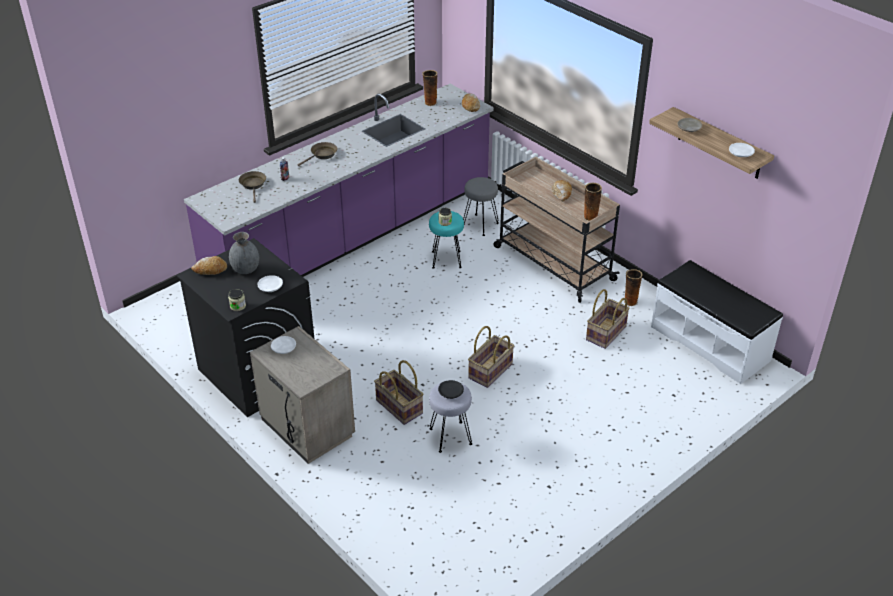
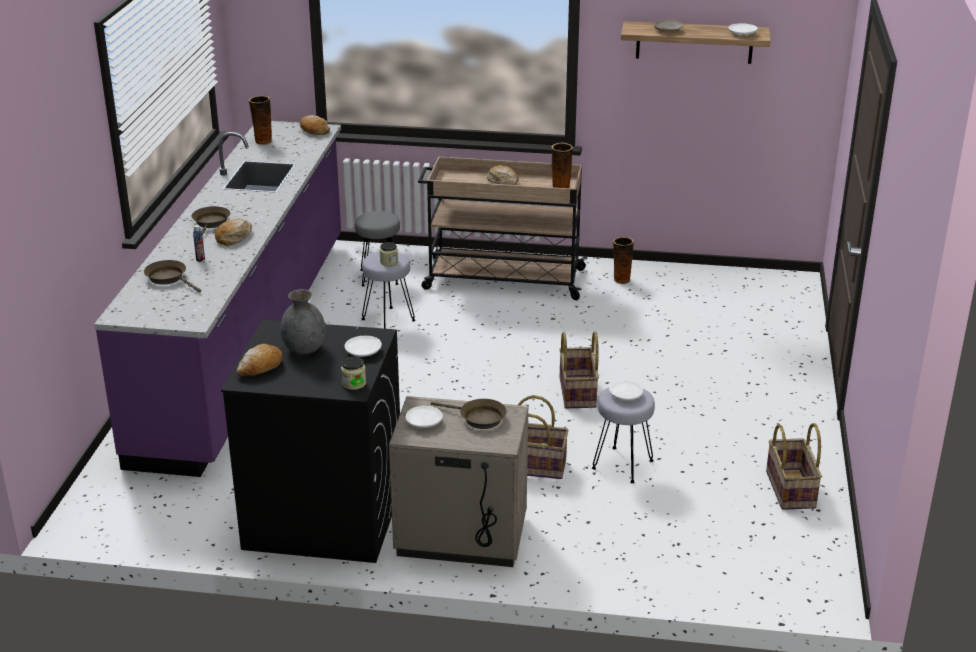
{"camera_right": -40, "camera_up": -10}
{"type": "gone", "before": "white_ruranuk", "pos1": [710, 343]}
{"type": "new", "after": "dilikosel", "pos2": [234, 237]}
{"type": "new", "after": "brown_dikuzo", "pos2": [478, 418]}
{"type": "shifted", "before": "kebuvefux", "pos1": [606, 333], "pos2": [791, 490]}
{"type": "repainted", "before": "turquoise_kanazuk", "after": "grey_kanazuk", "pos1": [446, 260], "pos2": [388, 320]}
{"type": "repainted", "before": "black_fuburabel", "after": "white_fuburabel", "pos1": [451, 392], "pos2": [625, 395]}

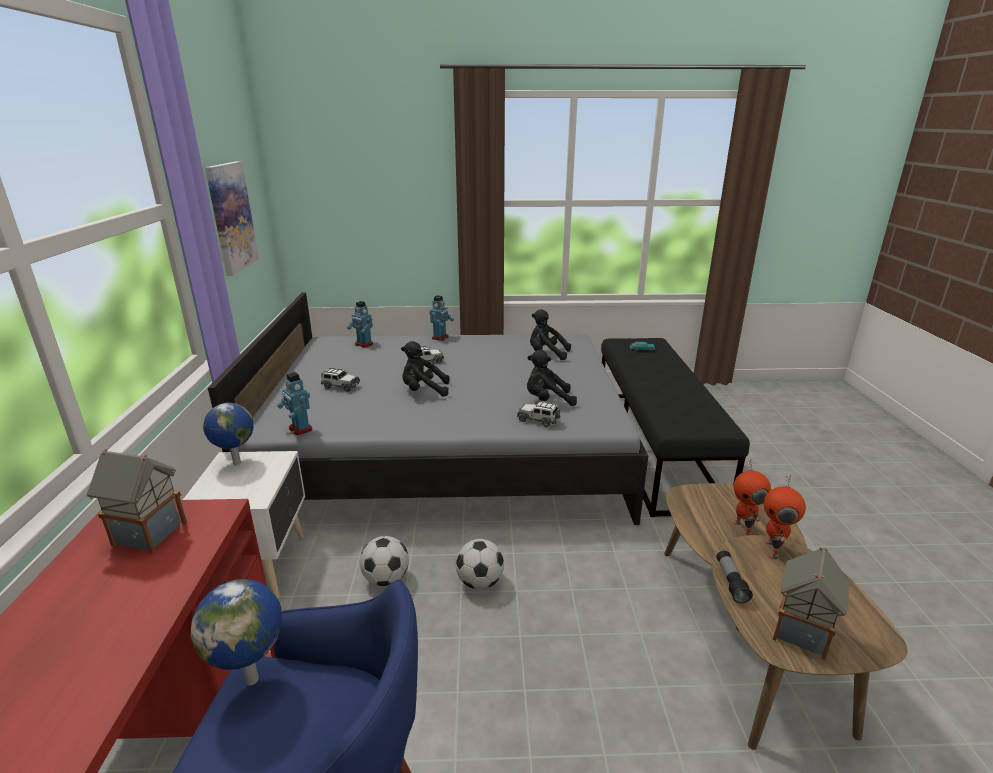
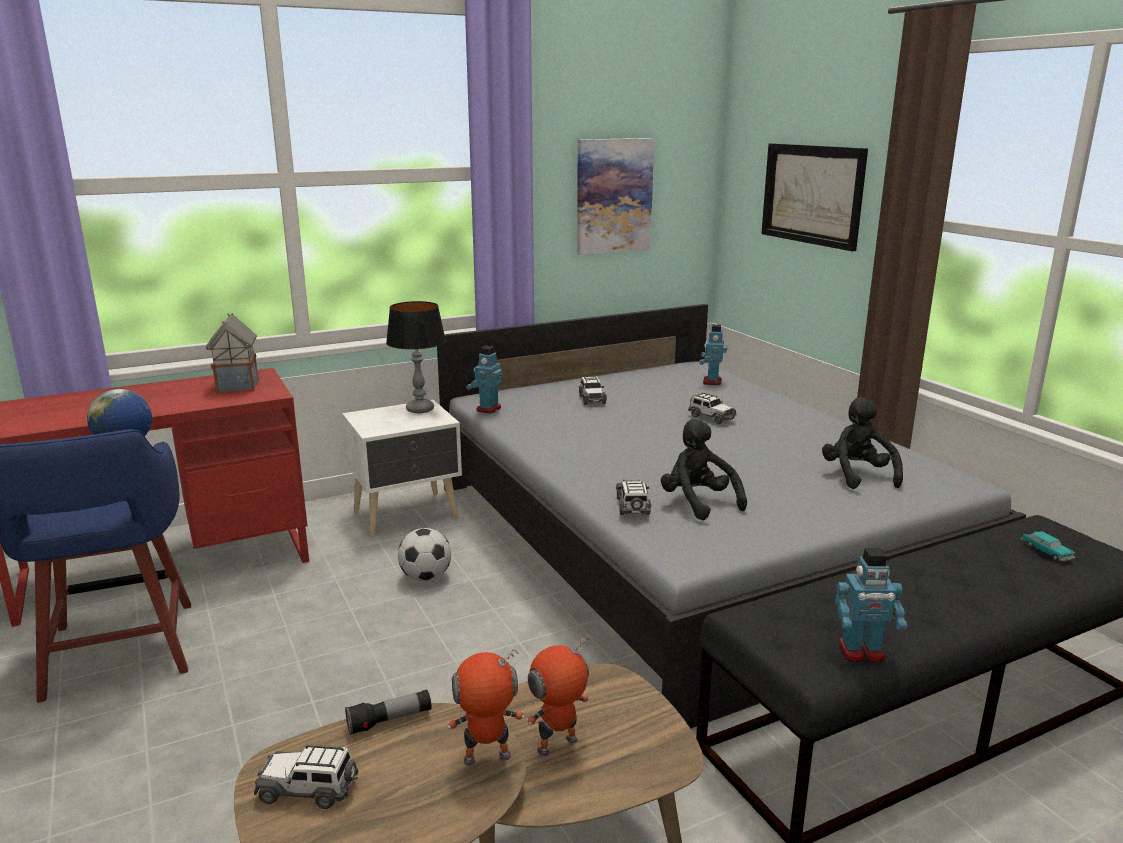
{"camera_right": 65, "camera_up": -5}
{"type": "gone", "before": "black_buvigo", "pos1": [423, 391]}
{"type": "gone", "before": "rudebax", "pos1": [480, 582]}
{"type": "new", "after": "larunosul", "pos2": [812, 194]}
{"type": "shifted", "before": "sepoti", "pos1": [440, 337], "pos2": [861, 652]}
{"type": "swapped", "before": "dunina", "after": "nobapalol", "pos1": [236, 463], "pos2": [419, 409]}
{"type": "swapped", "before": "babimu", "after": "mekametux", "pos1": [800, 631], "pos2": [308, 789]}

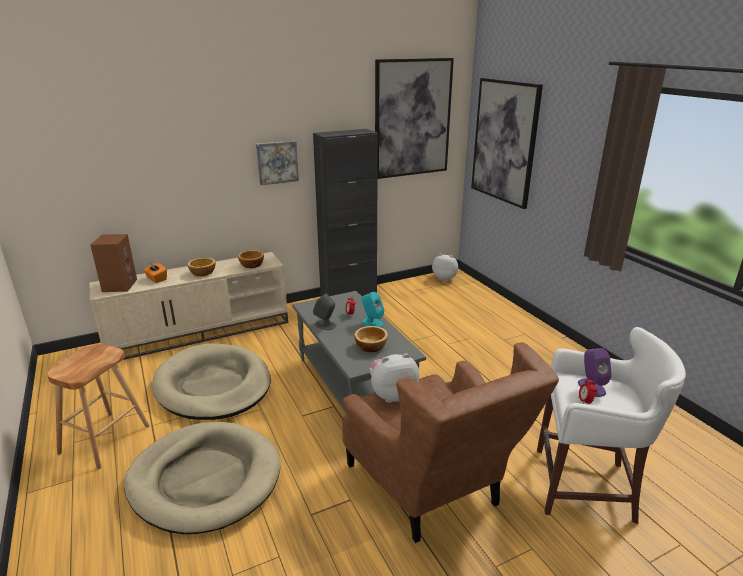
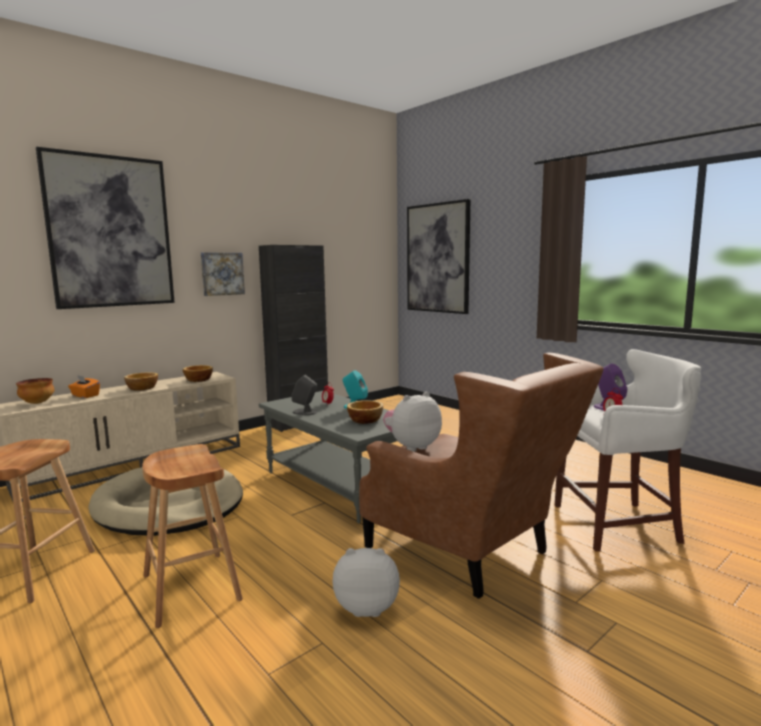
{"camera_right": -15, "camera_up": -15}
{"type": "shifted", "before": "larunosul", "pos1": [412, 118], "pos2": [110, 232]}
{"type": "shifted", "before": "buvigo", "pos1": [444, 278], "pos2": [367, 607]}
{"type": "swapped", "before": "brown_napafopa", "after": "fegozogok", "pos1": [119, 285], "pos2": [37, 403]}
{"type": "swapped", "before": "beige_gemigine", "after": "brown_kanazuk", "pos1": [205, 479], "pos2": [191, 588]}

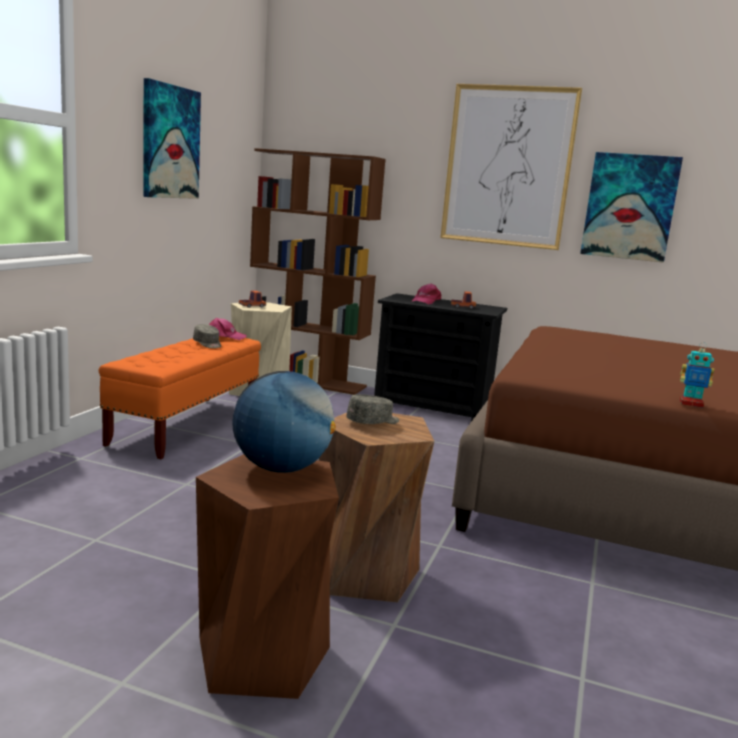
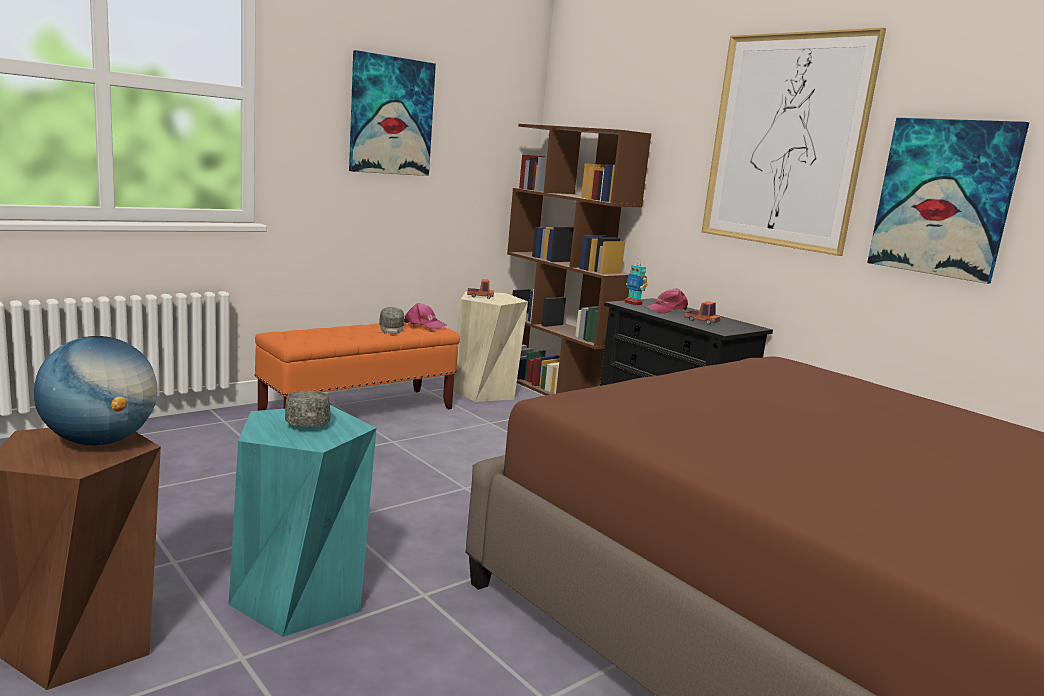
{"camera_right": 30, "camera_up": 0}
{"type": "shifted", "before": "sepoti", "pos1": [691, 404], "pos2": [633, 303]}
{"type": "repainted", "before": "brown_kanazuk", "after": "turquoise_kanazuk", "pos1": [365, 573], "pos2": [299, 597]}
{"type": "rotated", "before": "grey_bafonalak", "pos1": [373, 422], "pos2": [306, 421], "turn": -105}

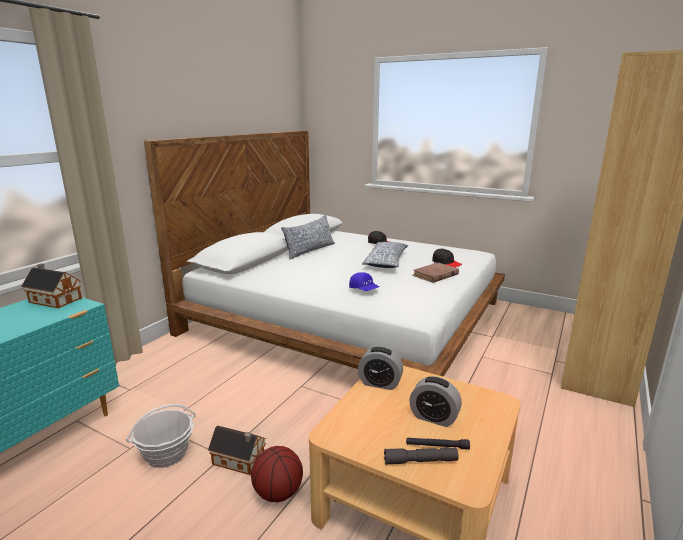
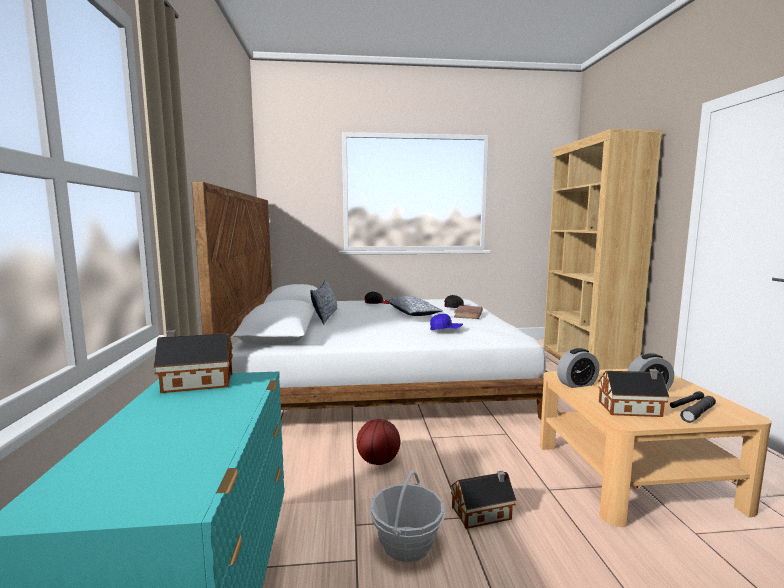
{"camera_right": -35, "camera_up": -10}
{"type": "new", "after": "babimu", "pos2": [632, 409]}
{"type": "shifted", "before": "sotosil", "pos1": [278, 492], "pos2": [378, 461]}

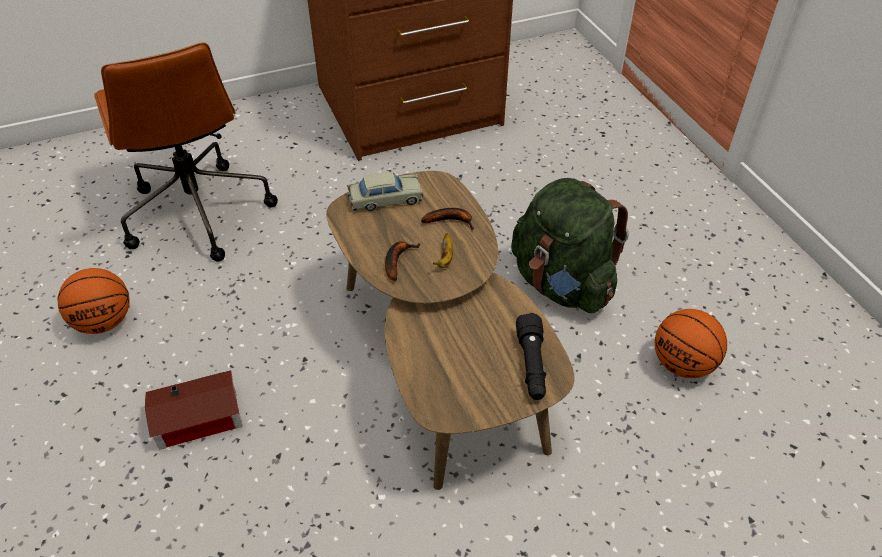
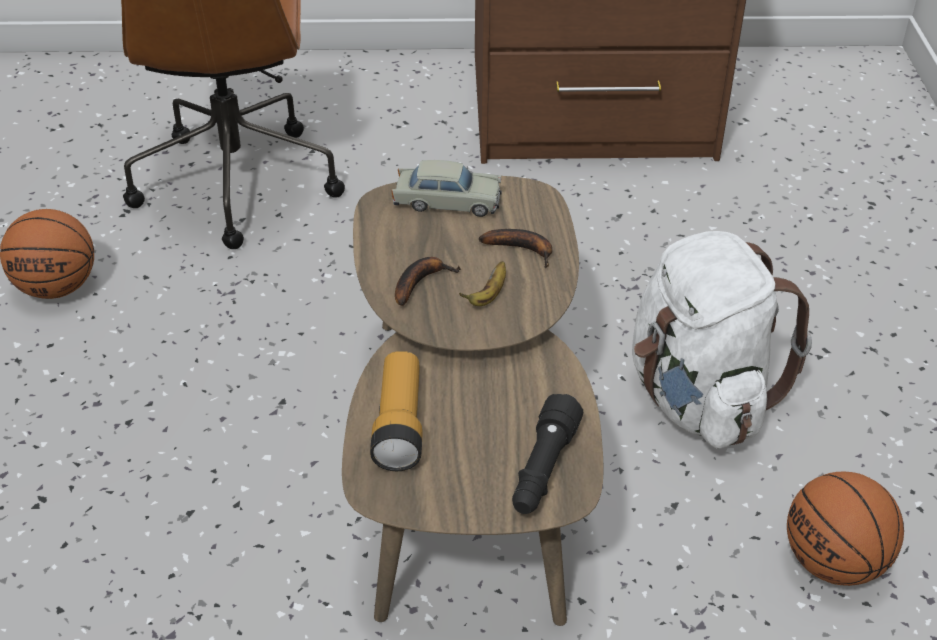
{"camera_right": 20, "camera_up": -5}
{"type": "gone", "before": "babimu", "pos1": [201, 420]}
{"type": "new", "after": "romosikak", "pos2": [399, 425]}
{"type": "repainted", "before": "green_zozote", "after": "white_zozote", "pos1": [562, 284], "pos2": [698, 400]}

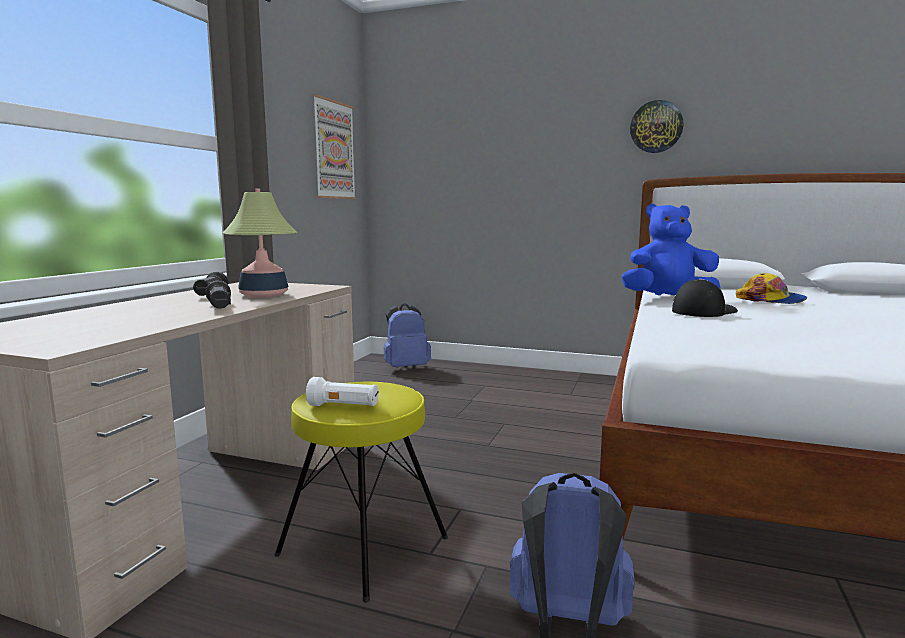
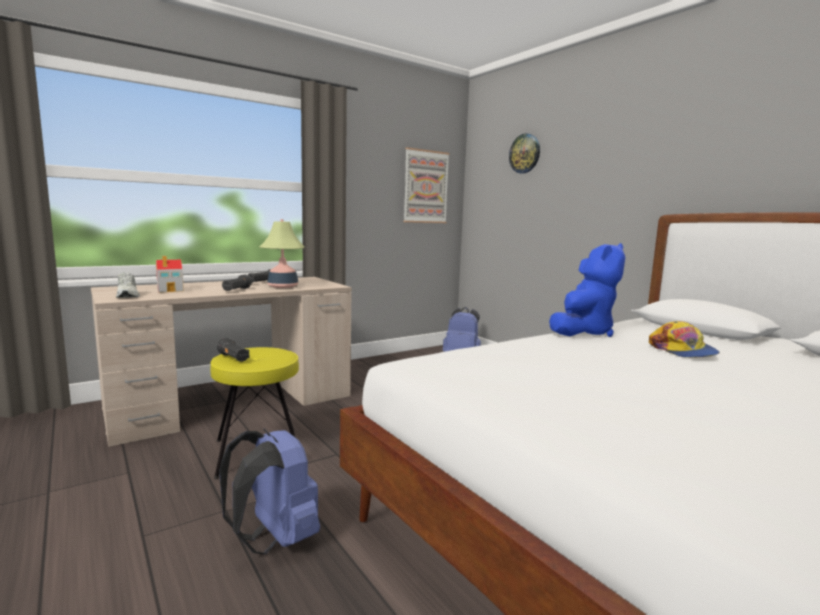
{"camera_right": 35, "camera_up": 0}
{"type": "gone", "before": "bafonalak", "pos1": [703, 311]}
{"type": "new", "after": "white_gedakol", "pos2": [128, 295]}
{"type": "new", "after": "babimu", "pos2": [171, 290]}
{"type": "shifted", "before": "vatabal", "pos1": [656, 127], "pos2": [525, 153]}
{"type": "repainted", "before": "white_romosikak", "after": "black_romosikak", "pos1": [344, 406], "pos2": [234, 359]}
{"type": "rotated", "before": "blue_buvigo", "pos1": [668, 299], "pos2": [582, 332], "turn": 90}

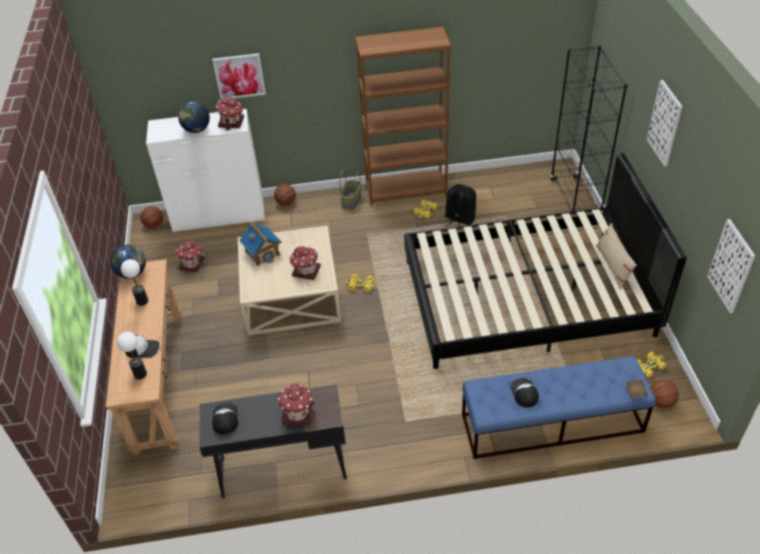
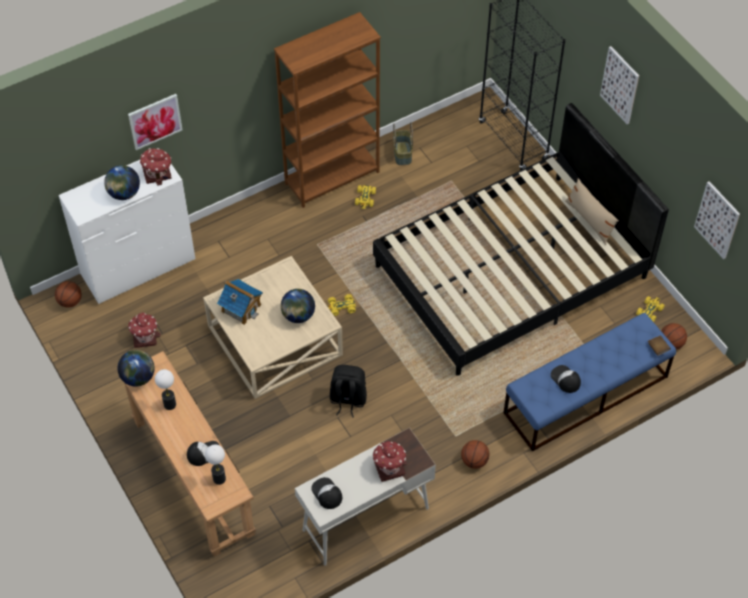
{"camera_right": -25, "camera_up": 10}
{"type": "shifted", "before": "sotosil", "pos1": [286, 203], "pos2": [474, 460]}
{"type": "shifted", "before": "kebuvefux", "pos1": [351, 201], "pos2": [403, 153]}
{"type": "shifted", "before": "black_zozote", "pos1": [459, 219], "pos2": [347, 400]}
{"type": "swapped", "before": "babimu", "after": "dunina", "pos1": [305, 271], "pos2": [298, 315]}
{"type": "repainted", "before": "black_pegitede", "after": "white_pegitede", "pos1": [282, 468], "pos2": [365, 519]}

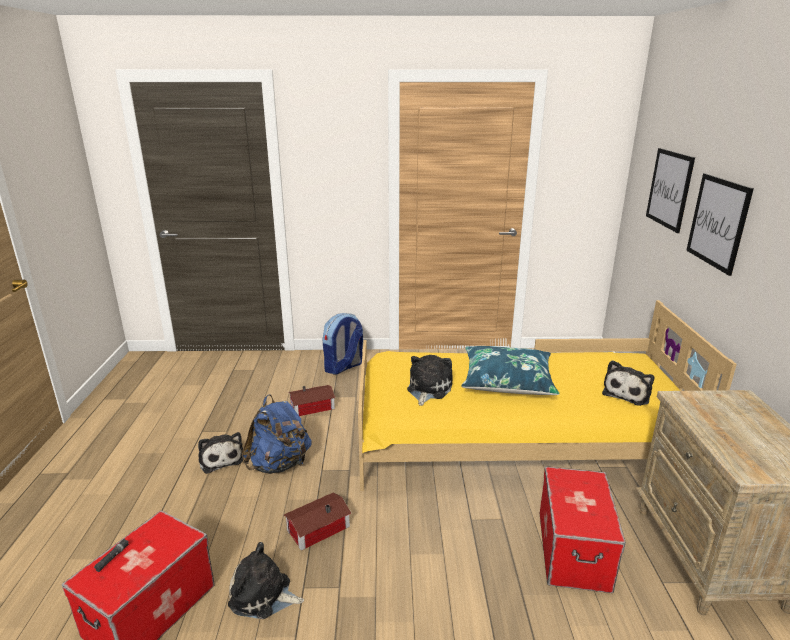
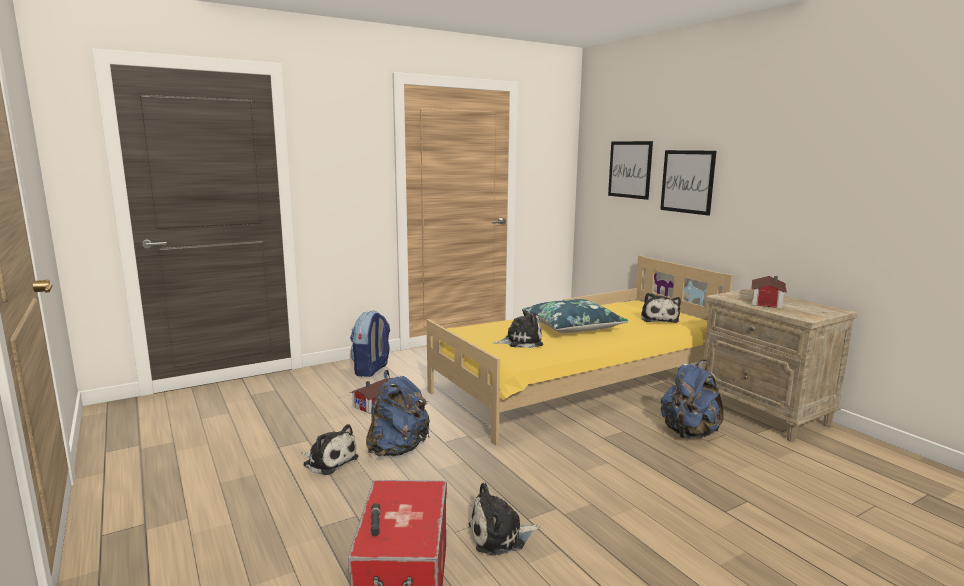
{"camera_right": -30, "camera_up": -10}
{"type": "shifted", "before": "babimu", "pos1": [316, 528], "pos2": [765, 301]}
{"type": "swapped", "before": "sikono", "after": "blue_zozote", "pos1": [574, 550], "pos2": [689, 433]}
{"type": "rotated", "before": "buvigo", "pos1": [428, 389], "pos2": [521, 341], "turn": 90}

